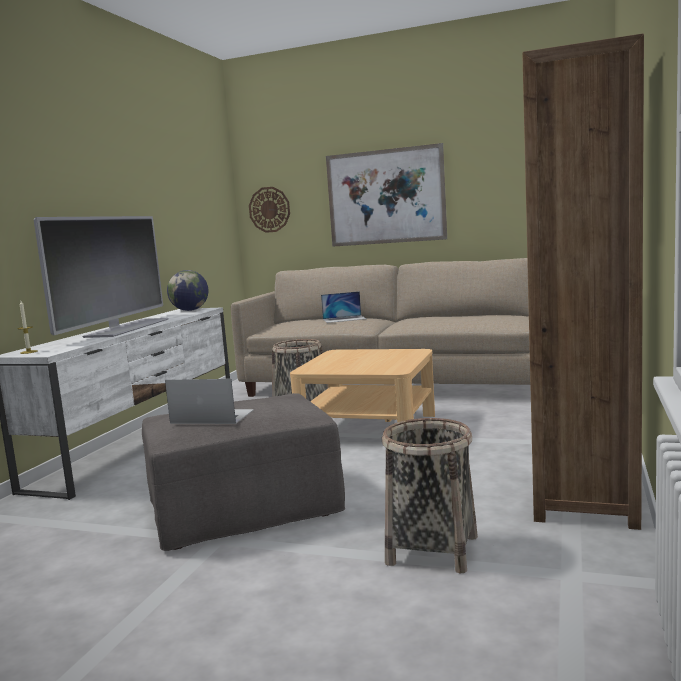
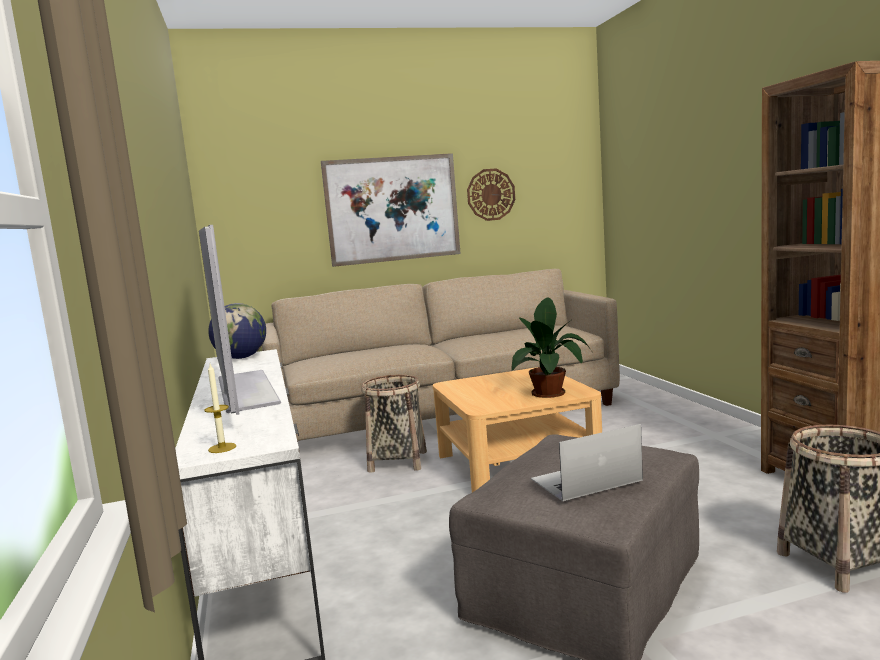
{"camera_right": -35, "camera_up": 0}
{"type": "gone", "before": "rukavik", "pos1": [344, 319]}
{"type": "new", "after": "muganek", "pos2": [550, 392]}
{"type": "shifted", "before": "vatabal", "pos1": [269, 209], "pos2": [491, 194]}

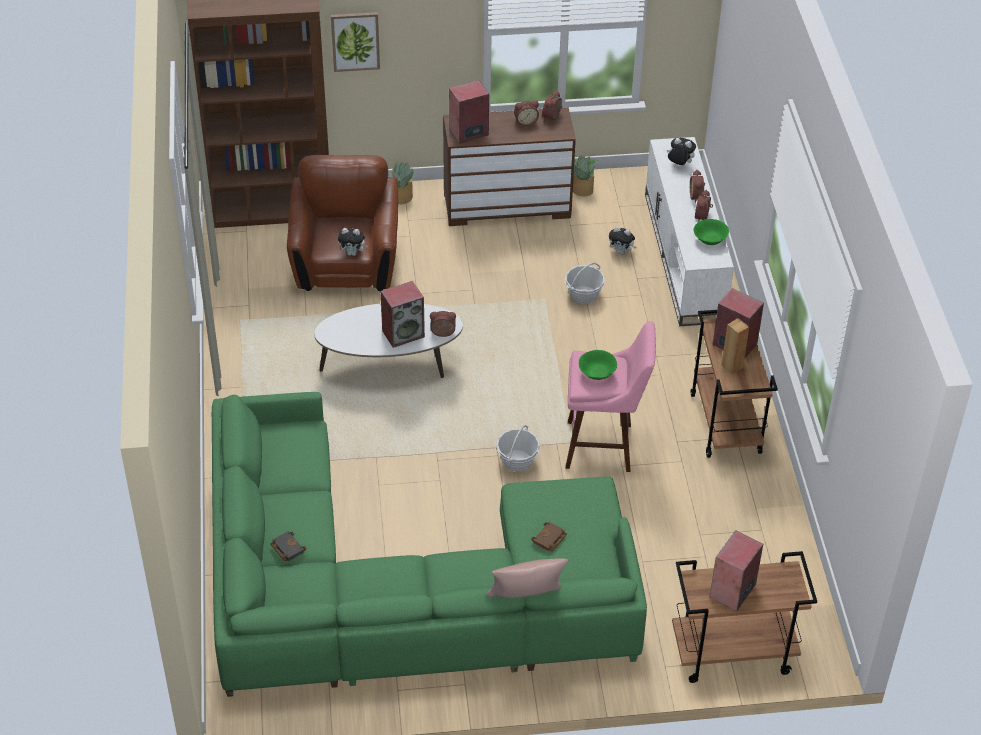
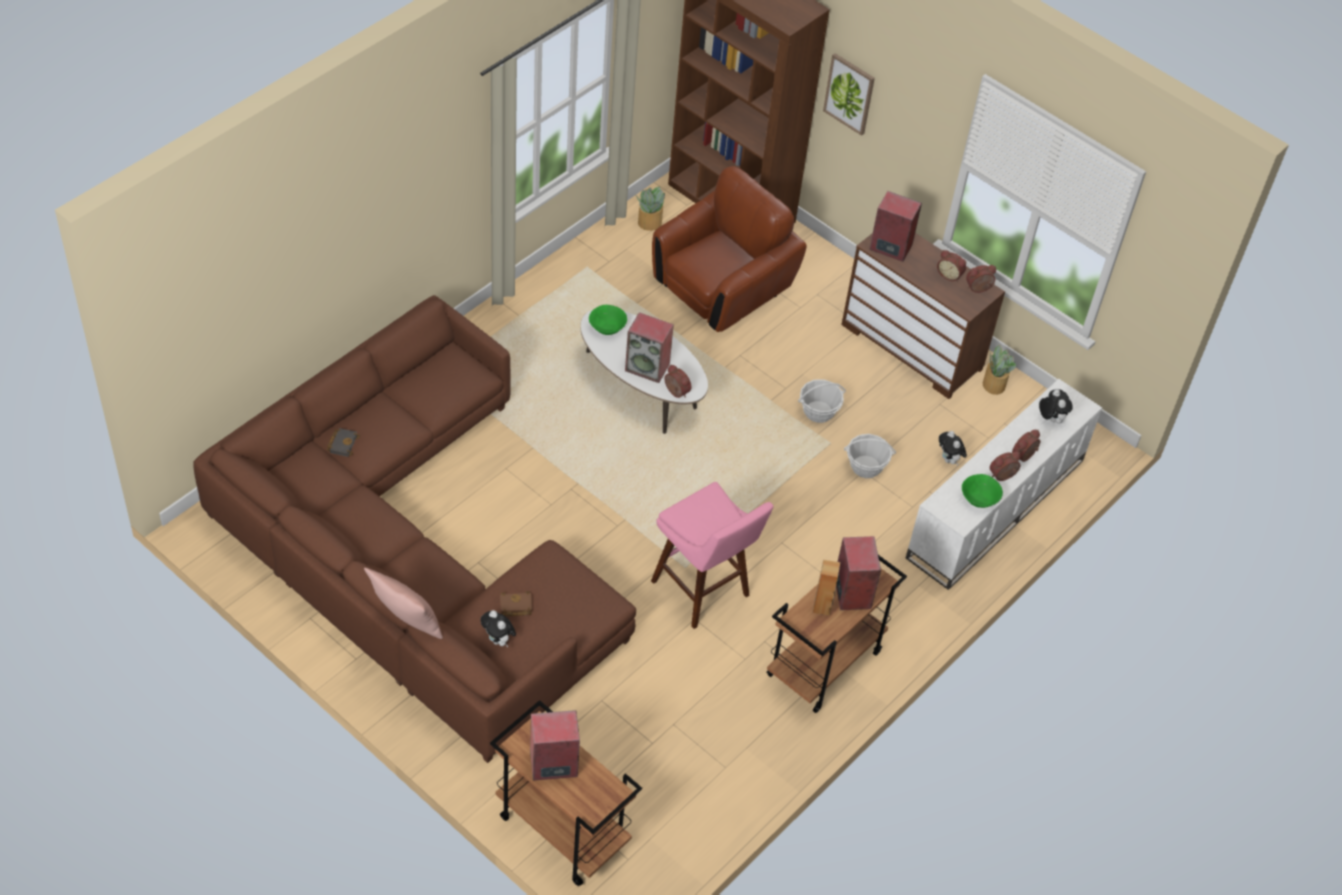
{"camera_right": 45, "camera_up": 5}
{"type": "shifted", "before": "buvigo", "pos1": [353, 253], "pos2": [498, 640]}
{"type": "shifted", "before": "muganek", "pos1": [401, 197], "pos2": [649, 222]}
{"type": "shifted", "before": "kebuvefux", "pos1": [517, 460], "pos2": [818, 412]}
{"type": "shifted", "before": "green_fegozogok", "pos1": [597, 372], "pos2": [608, 327]}
{"type": "repainted", "before": "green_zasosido", "after": "brown_zasosido", "pos1": [398, 589], "pos2": [410, 552]}

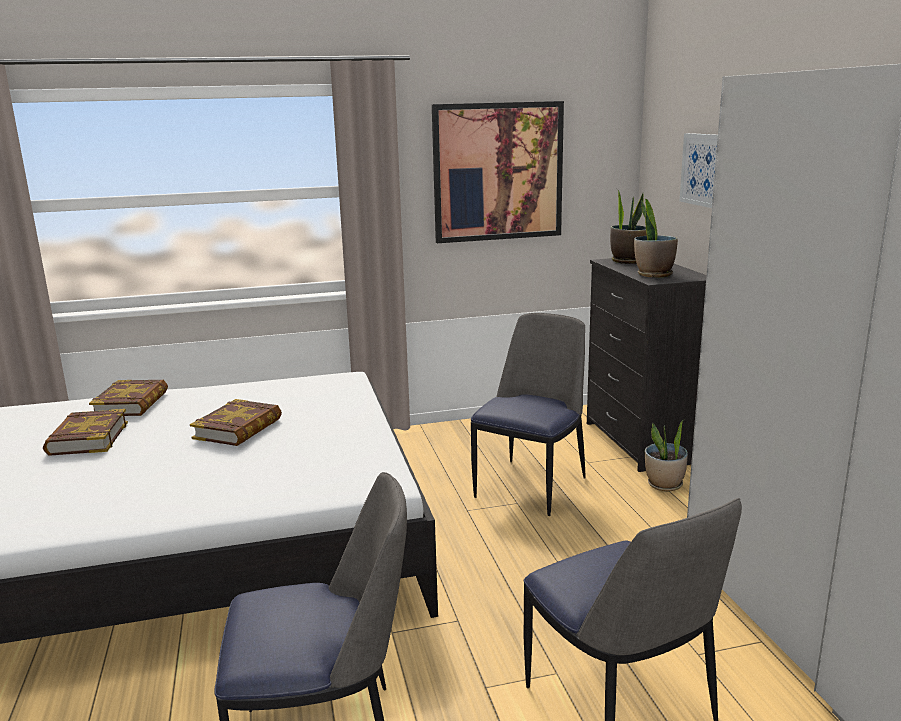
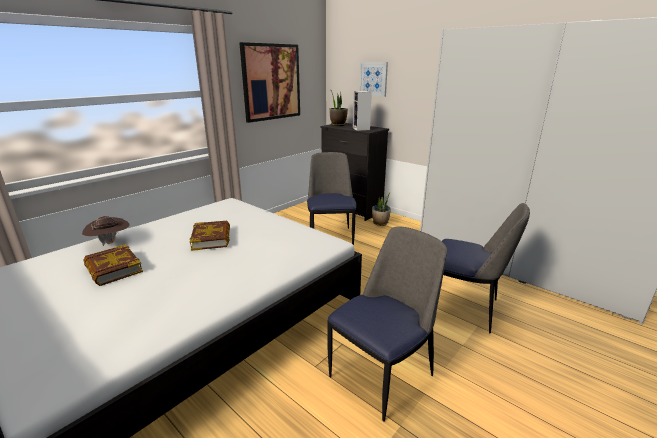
{"camera_right": -35, "camera_up": 5}
{"type": "swapped", "before": "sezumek", "after": "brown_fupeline", "pos1": [131, 404], "pos2": [110, 243]}
{"type": "swapped", "before": "muganek", "after": "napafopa", "pos1": [653, 275], "pos2": [361, 129]}

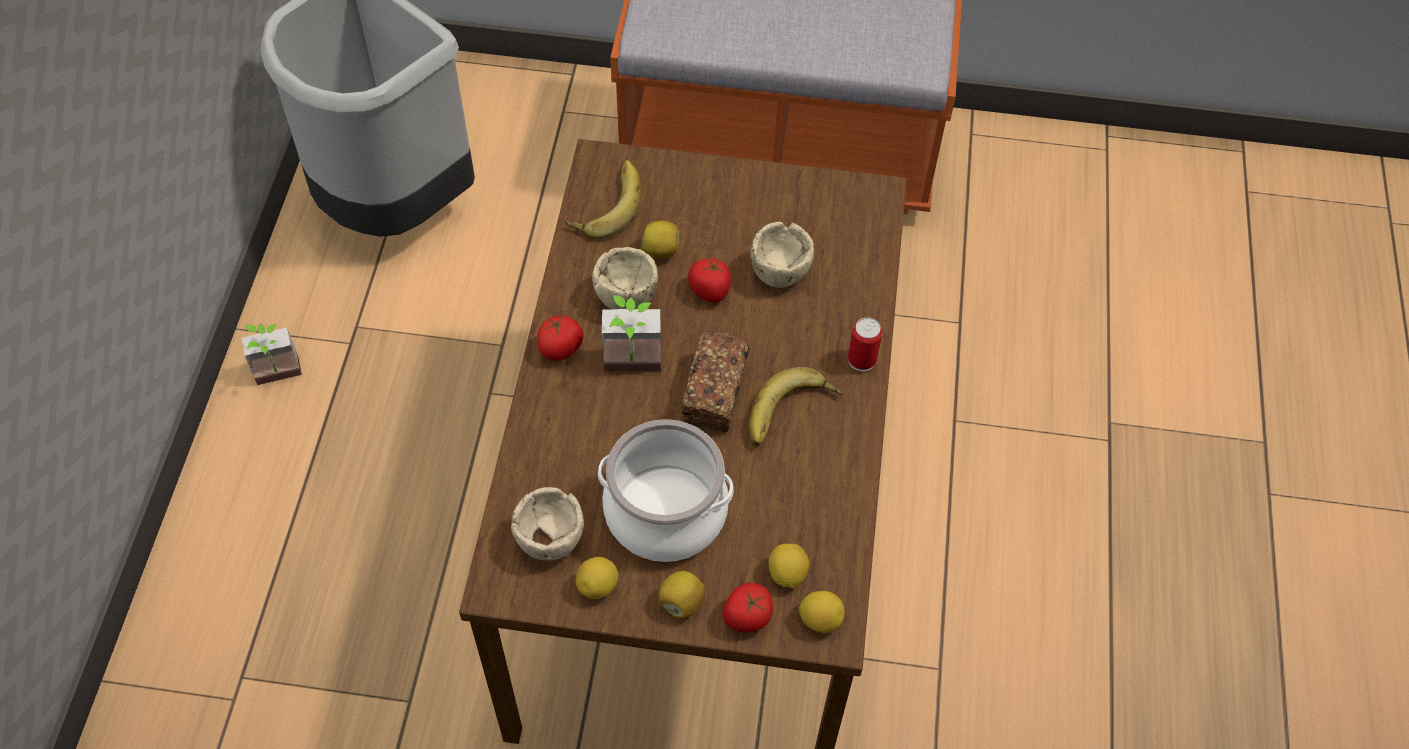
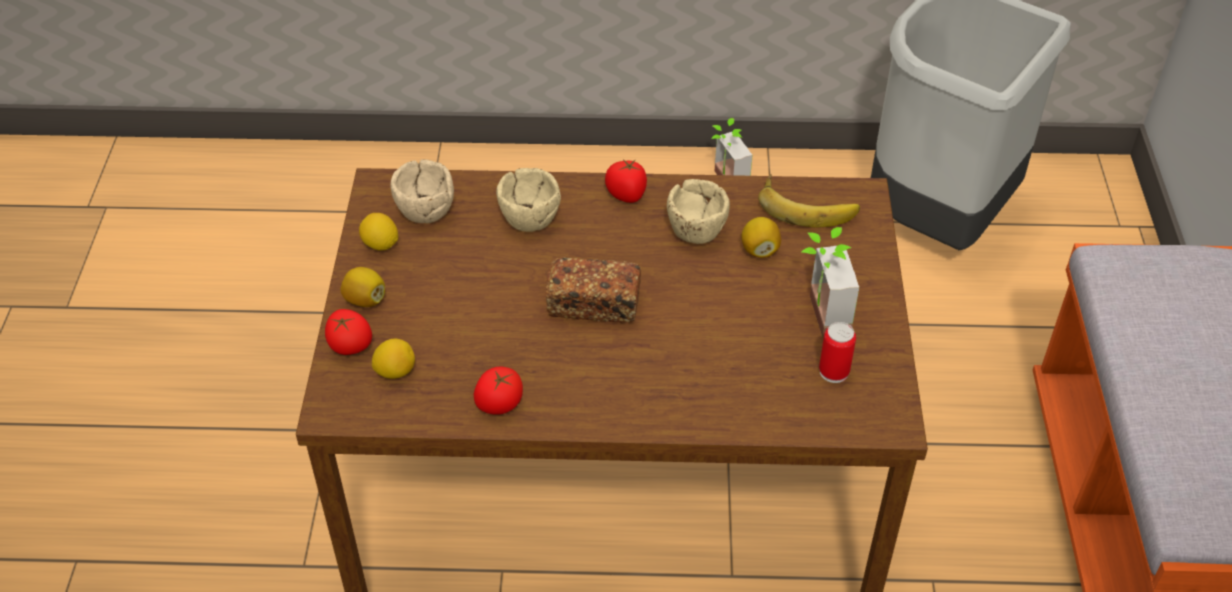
{"camera_right": 85, "camera_up": -10}
{"type": "gone", "before": "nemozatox", "pos1": [665, 514]}
{"type": "gone", "before": "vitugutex", "pos1": [791, 414]}
{"type": "gone", "before": "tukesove", "pos1": [820, 619]}
{"type": "shifted", "before": "muganek", "pos1": [632, 369], "pos2": [817, 315]}
{"type": "shifted", "before": "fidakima", "pos1": [710, 291], "pos2": [499, 404]}
{"type": "shifted", "before": "beige_fegozogok", "pos1": [779, 272], "pos2": [529, 219]}
{"type": "shifted", "before": "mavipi", "pos1": [861, 360], "pos2": [834, 371]}

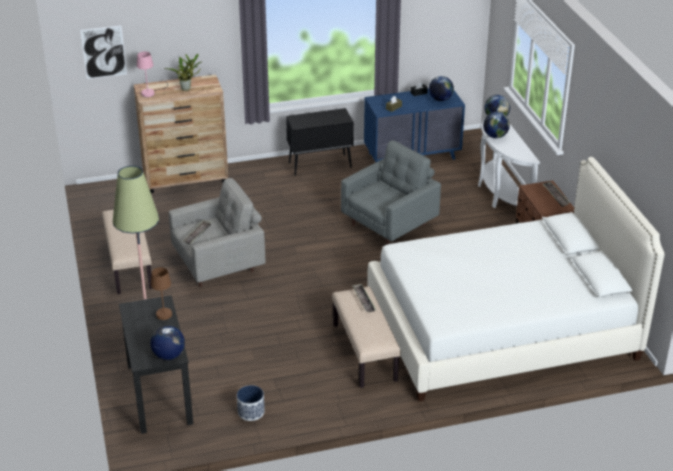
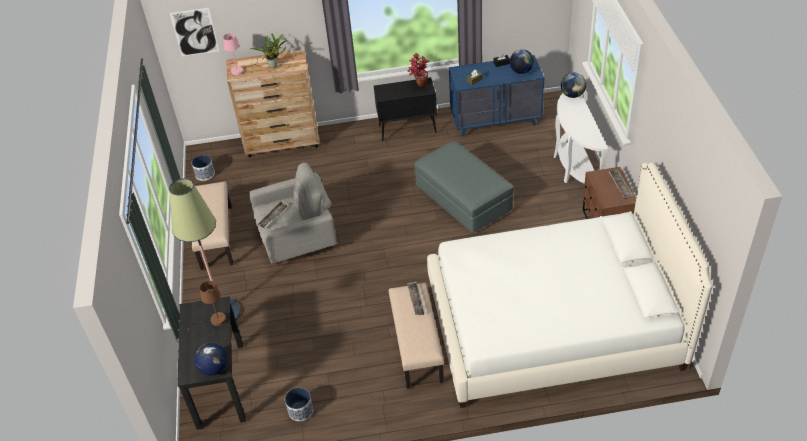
{"camera_right": 10, "camera_up": 10}
{"type": "gone", "before": "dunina", "pos1": [495, 136]}
{"type": "new", "after": "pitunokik", "pos2": [205, 174]}
{"type": "new", "after": "muganek", "pos2": [418, 85]}
{"type": "swapped", "before": "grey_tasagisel", "after": "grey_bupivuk", "pos1": [390, 224], "pos2": [463, 199]}

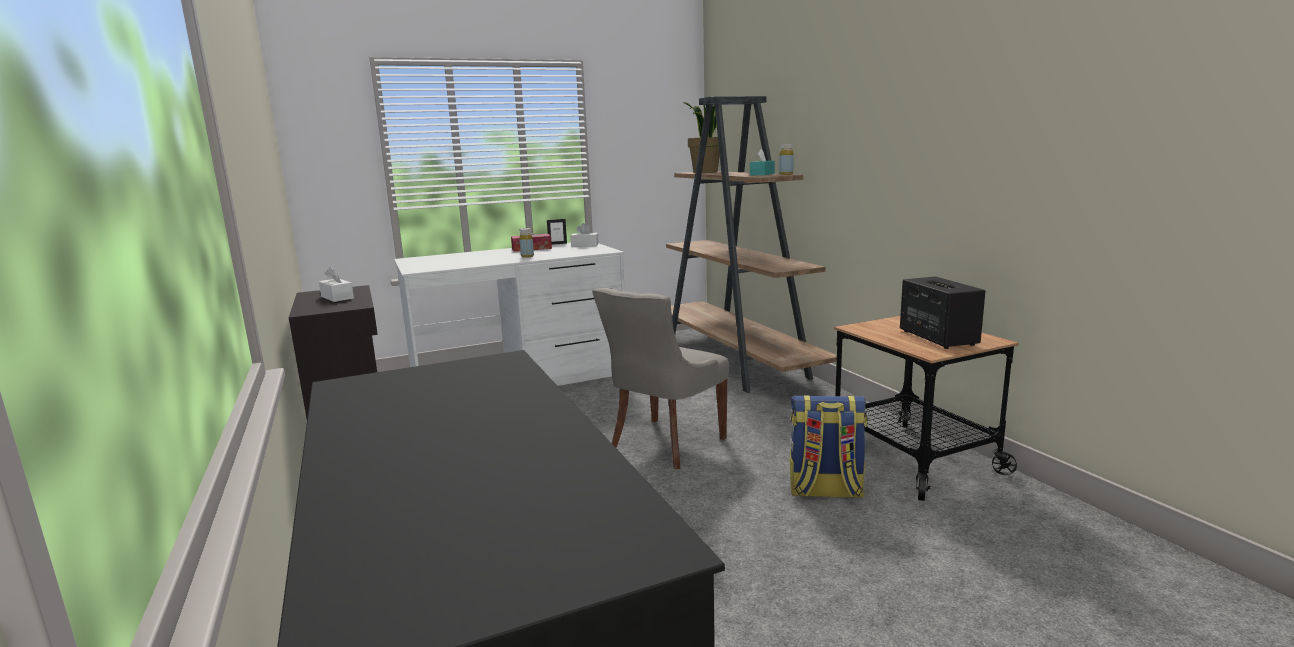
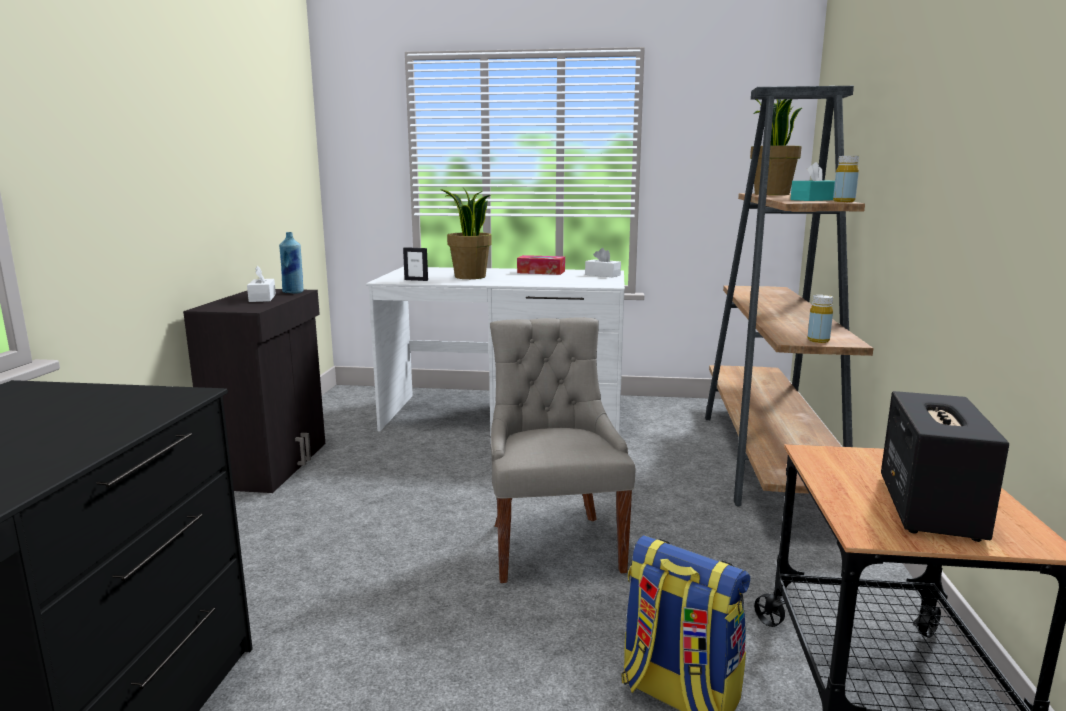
{"camera_right": 30, "camera_up": 0}
{"type": "new", "after": "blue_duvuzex", "pos2": [293, 292]}
{"type": "new", "after": "muganek", "pos2": [469, 277]}
{"type": "shifted", "before": "yellow_duvuzex", "pos1": [527, 256], "pos2": [818, 340]}
{"type": "shifted", "before": "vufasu", "pos1": [557, 244], "pos2": [416, 280]}
{"type": "rotated", "before": "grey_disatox", "pos1": [664, 444], "pos2": [553, 545], "turn": 105}

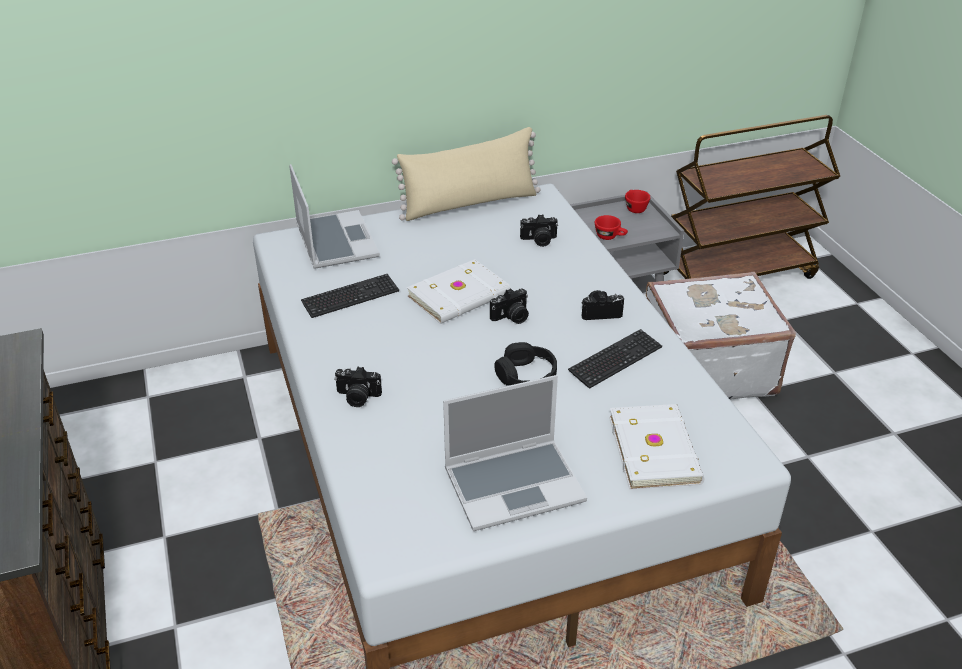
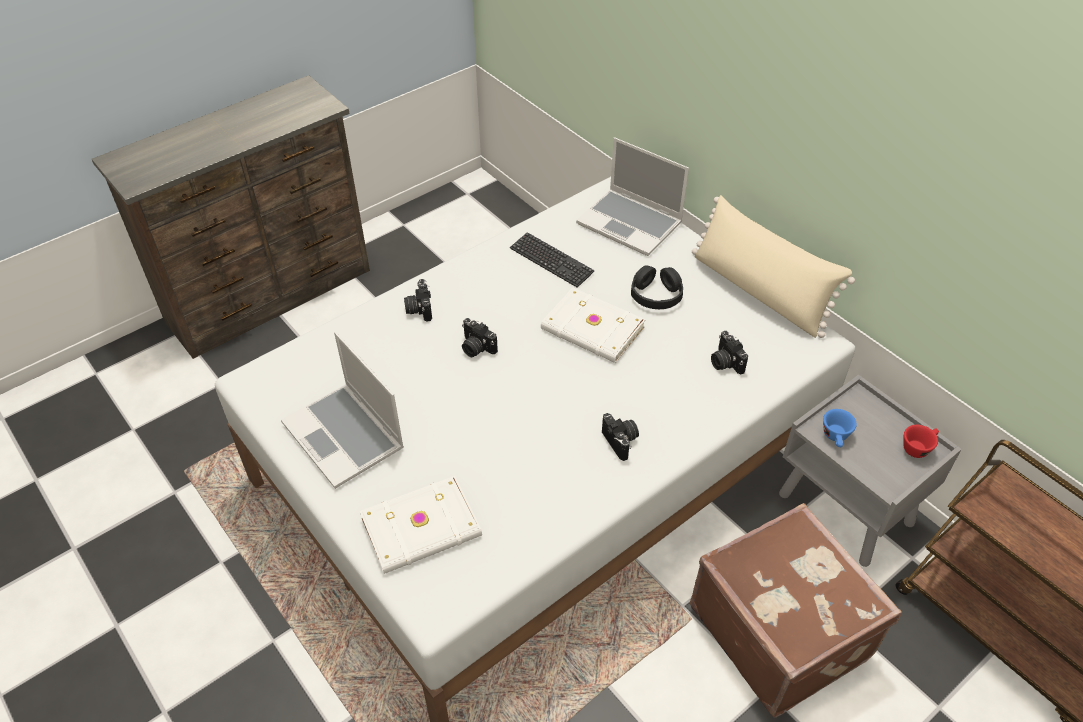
{"camera_right": 70, "camera_up": 10}
{"type": "gone", "before": "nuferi", "pos1": [615, 360]}
{"type": "shifted", "before": "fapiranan", "pos1": [511, 317], "pos2": [476, 347]}
{"type": "shifted", "before": "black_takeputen", "pos1": [526, 376], "pos2": [656, 295]}
{"type": "repainted", "before": "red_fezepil", "after": "blue_fezepil", "pos1": [610, 237], "pos2": [836, 437]}
{"type": "repainted", "before": "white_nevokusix", "after": "brown_nevokusix", "pos1": [705, 369], "pos2": [781, 630]}
{"type": "rotated", "before": "rukavik", "pos1": [335, 241], "pos2": [631, 223], "turn": 75}

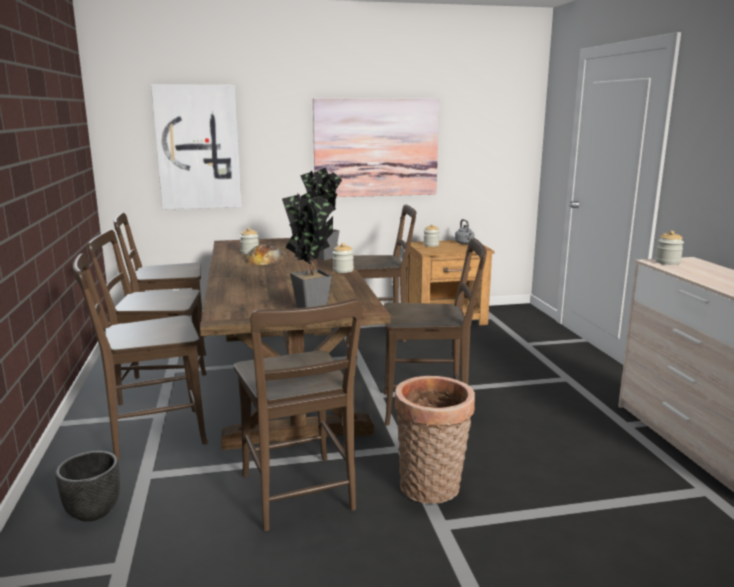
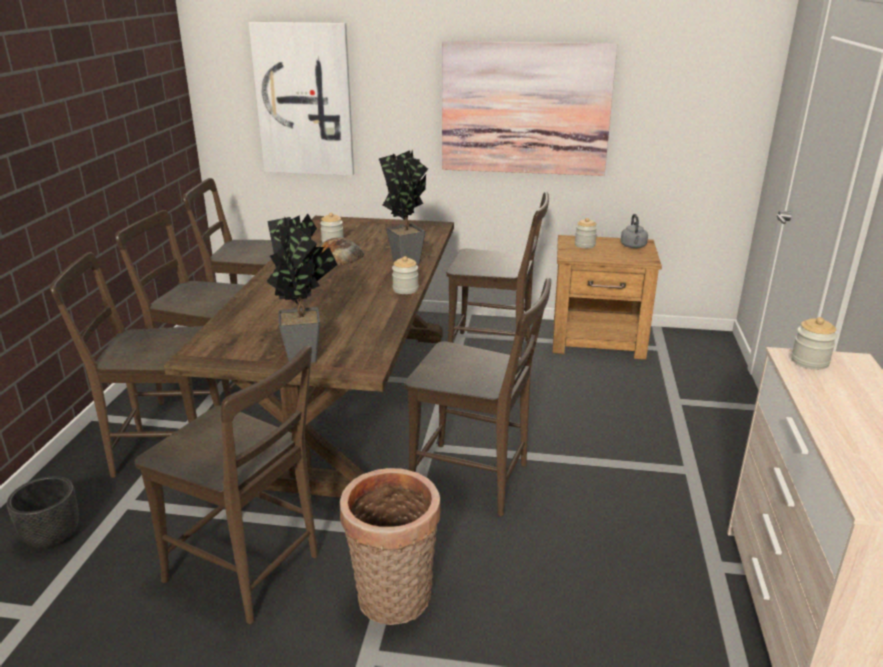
{"camera_right": 20, "camera_up": 10}
{"type": "rotated", "before": "brown_disatox", "pos1": [299, 496], "pos2": [248, 571], "turn": -60}

